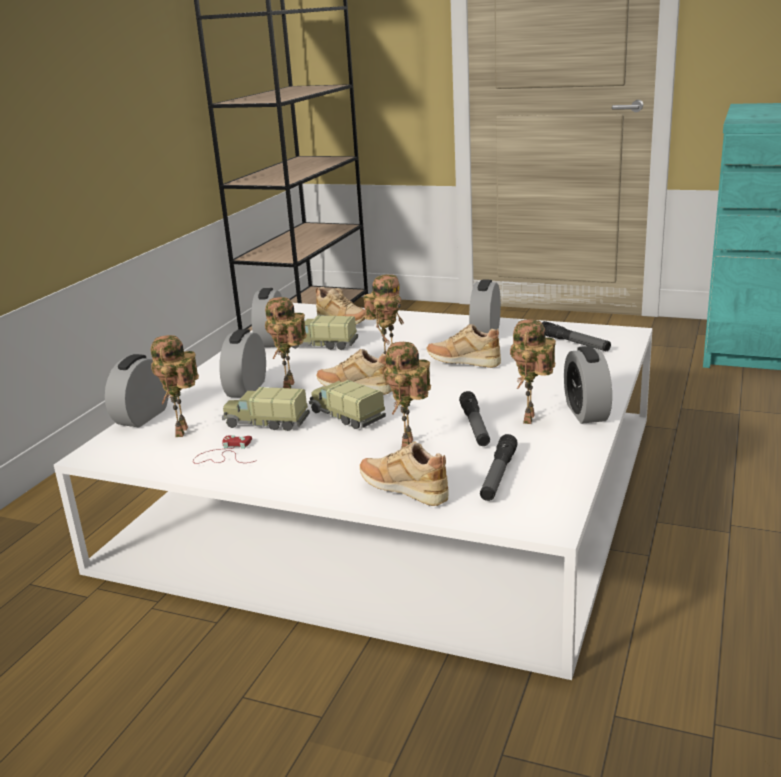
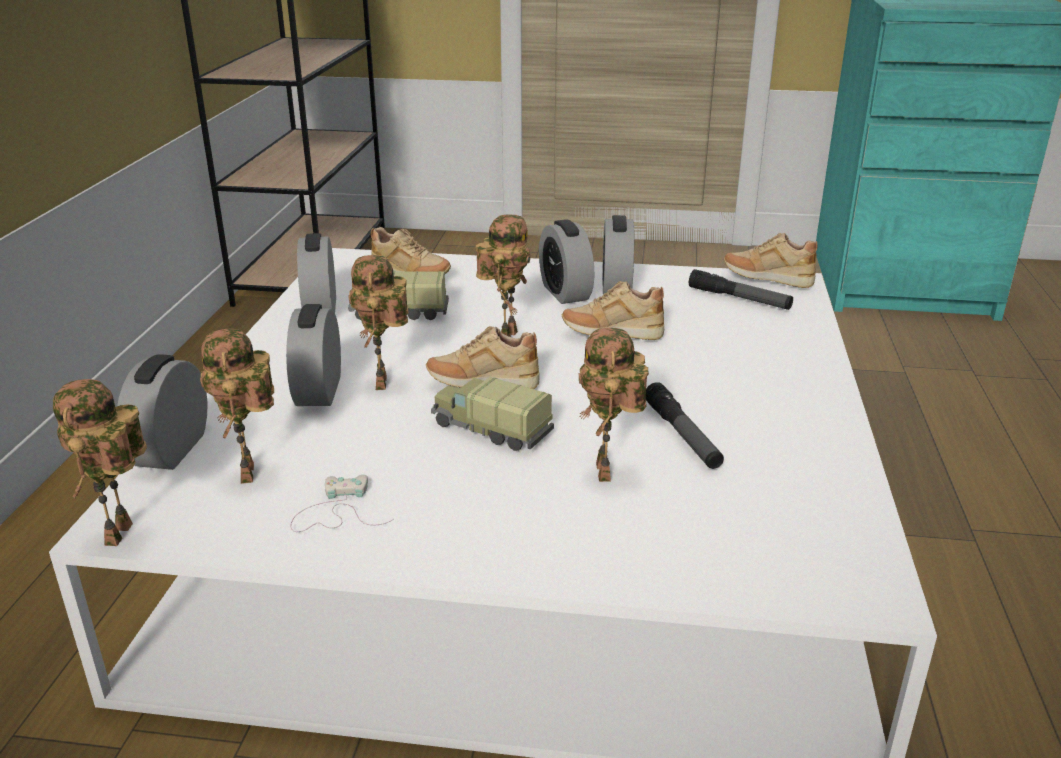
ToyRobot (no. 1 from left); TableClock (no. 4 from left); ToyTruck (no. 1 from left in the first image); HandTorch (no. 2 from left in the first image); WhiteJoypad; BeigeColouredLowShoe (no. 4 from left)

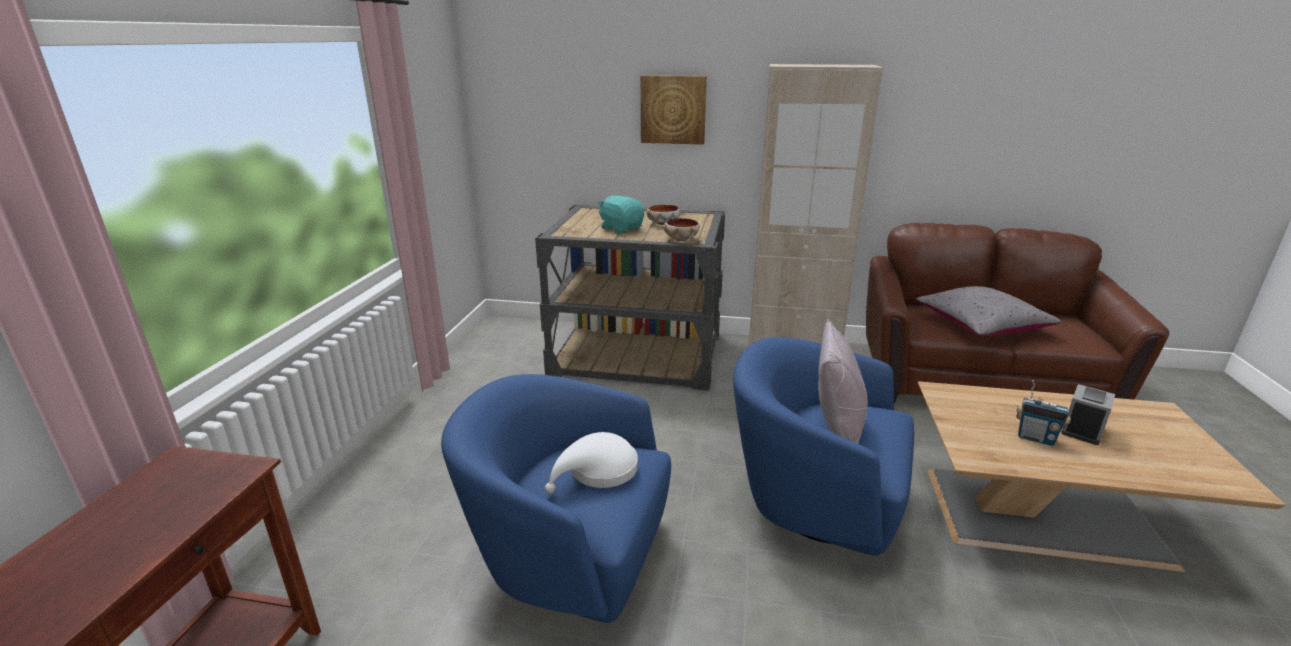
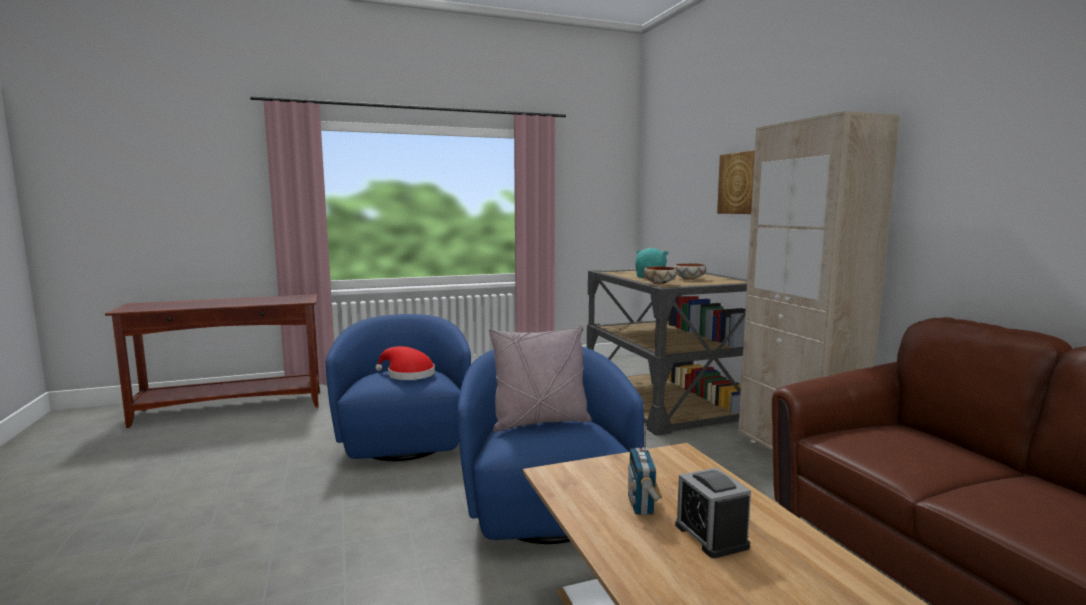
GreyishPillow; TableClock; ReddishHat

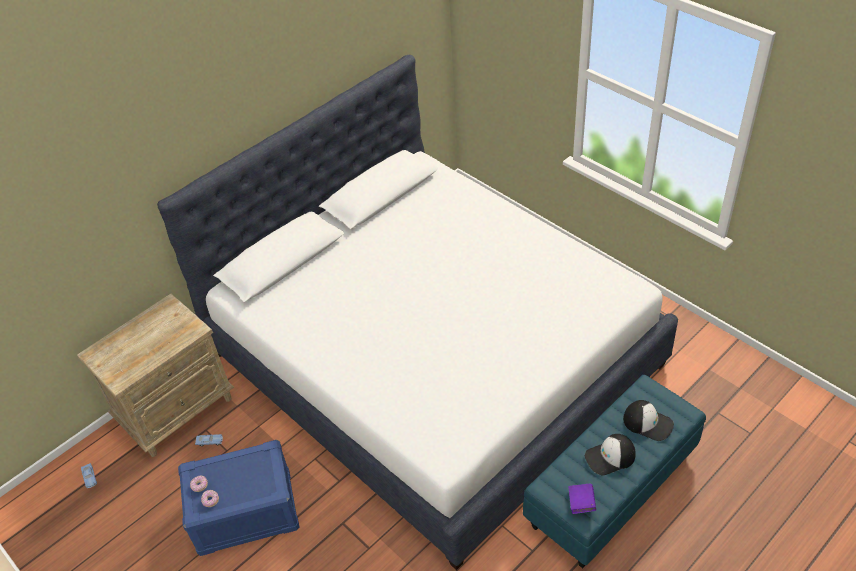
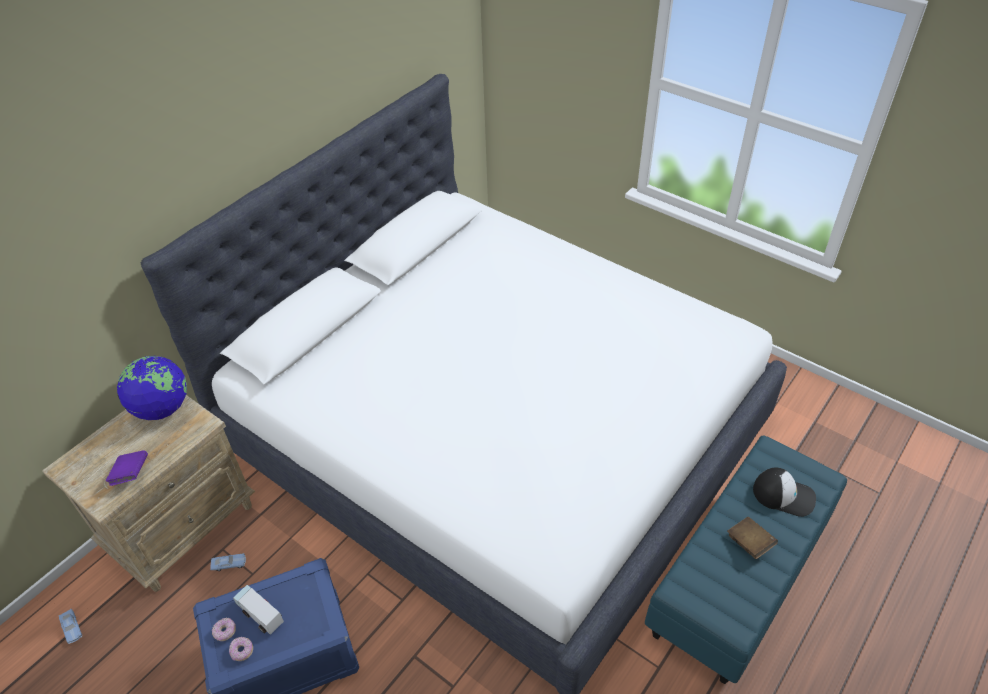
BrownishBook; PurpleColouredBook; WorldGlobe; ToyTruck

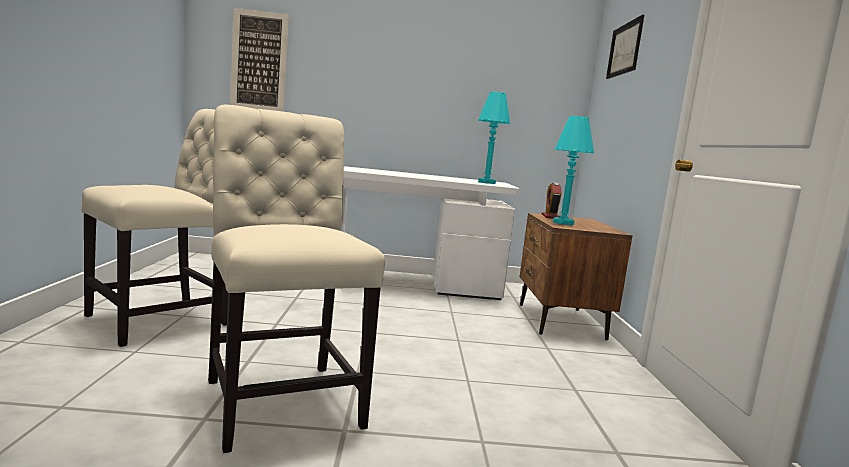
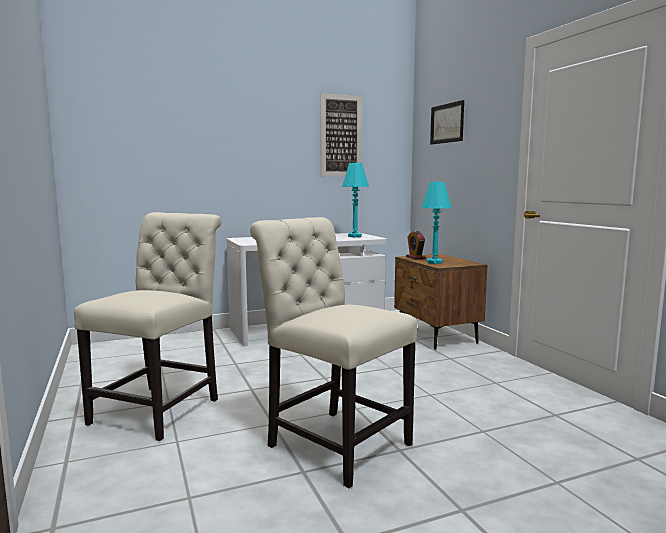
Picture (no. 1 from left)

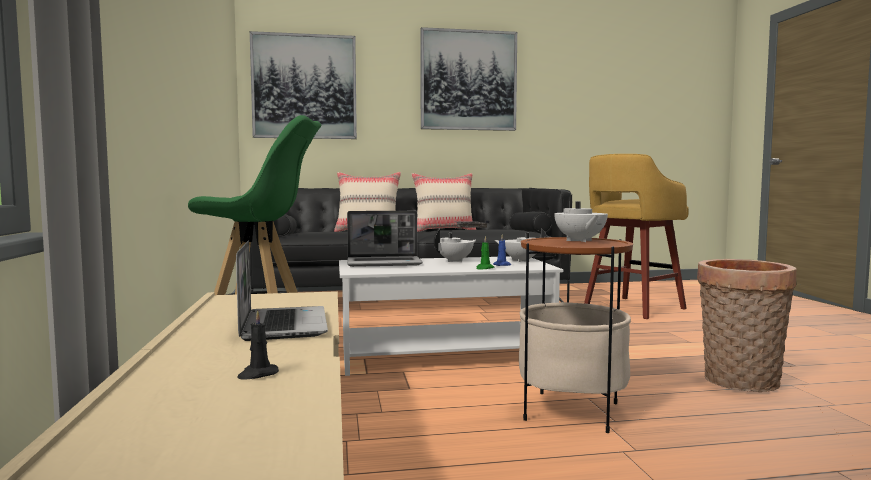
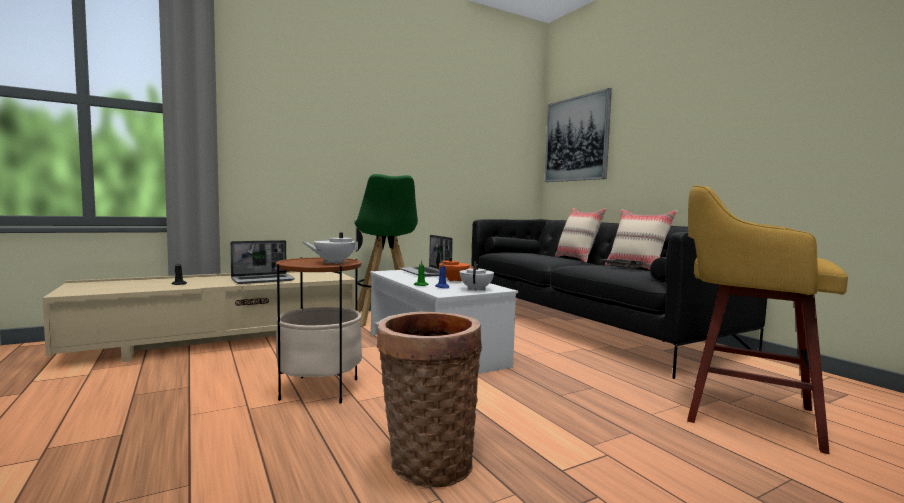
Picture (no. 2 from left in the first image); OrangeTeapot

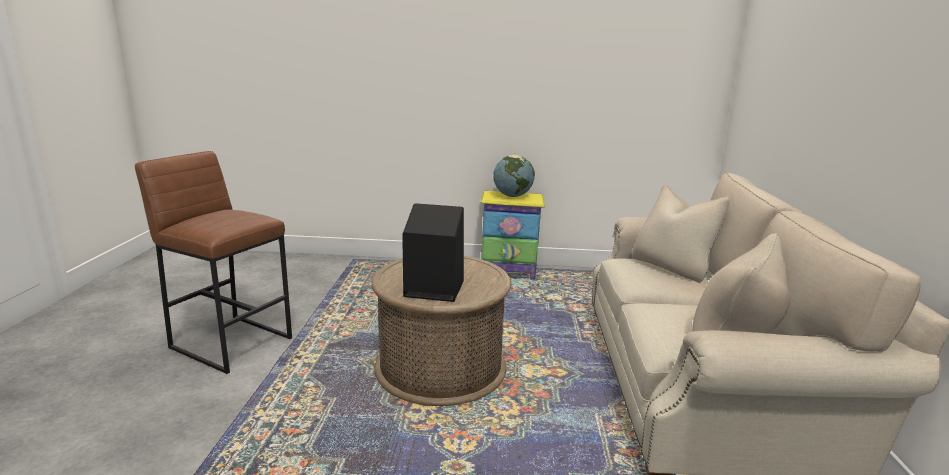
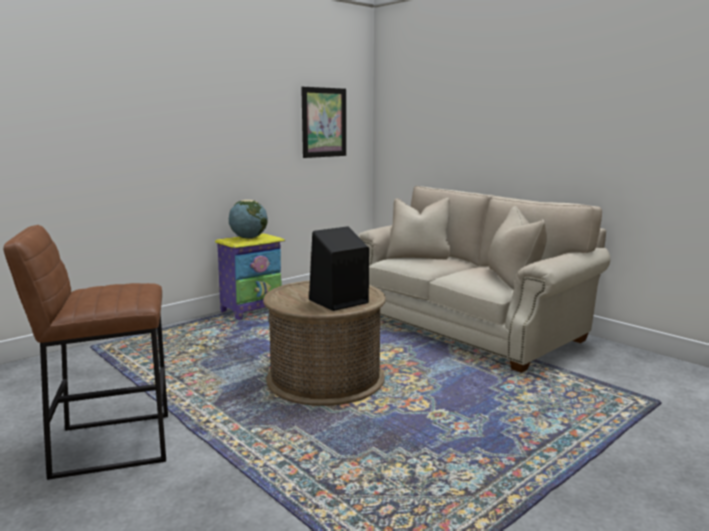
Picture

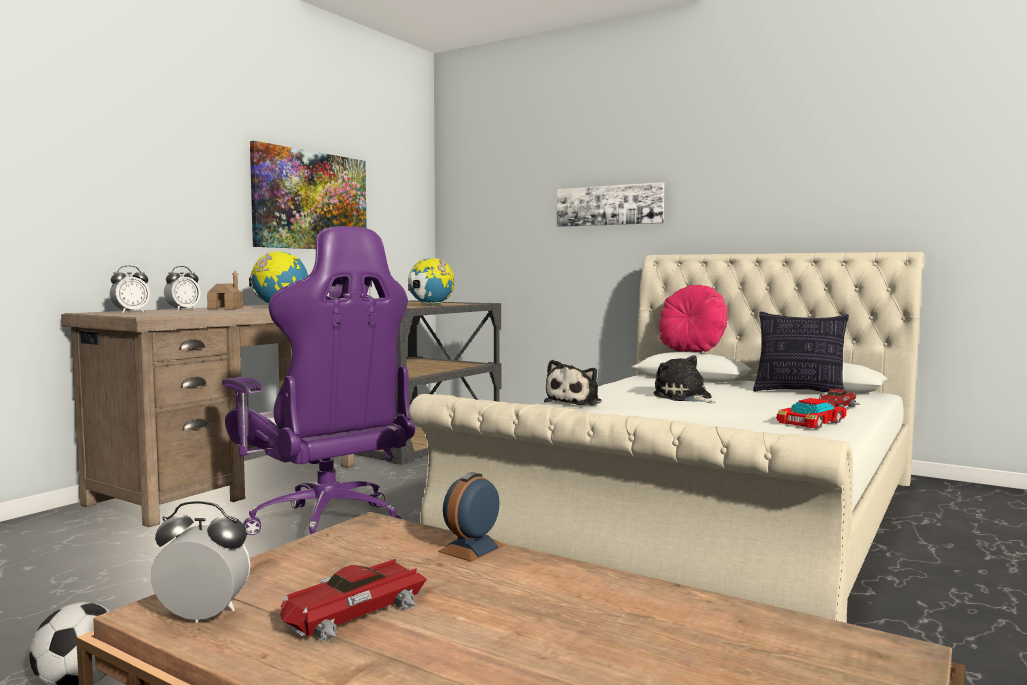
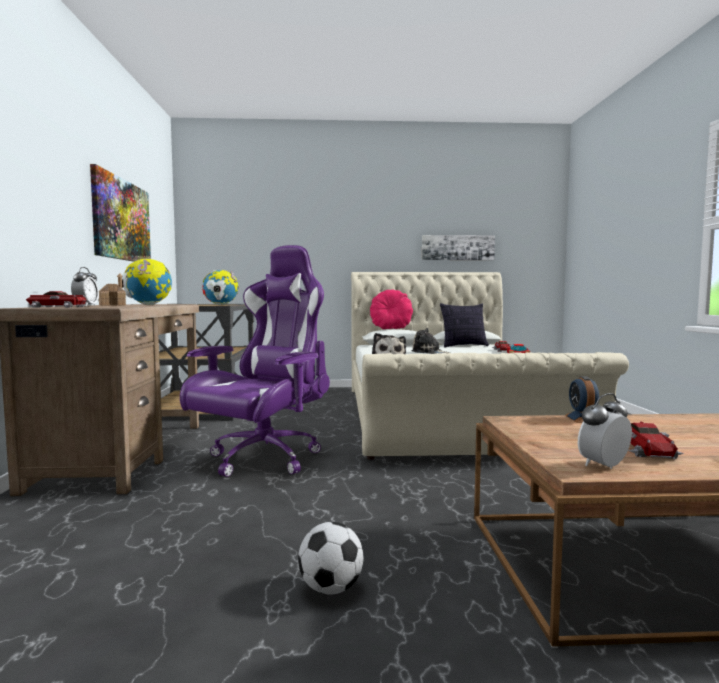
Picture (no. 2 from left); PurpleColouredDeskChair; ToyCar (no. 1 from left)

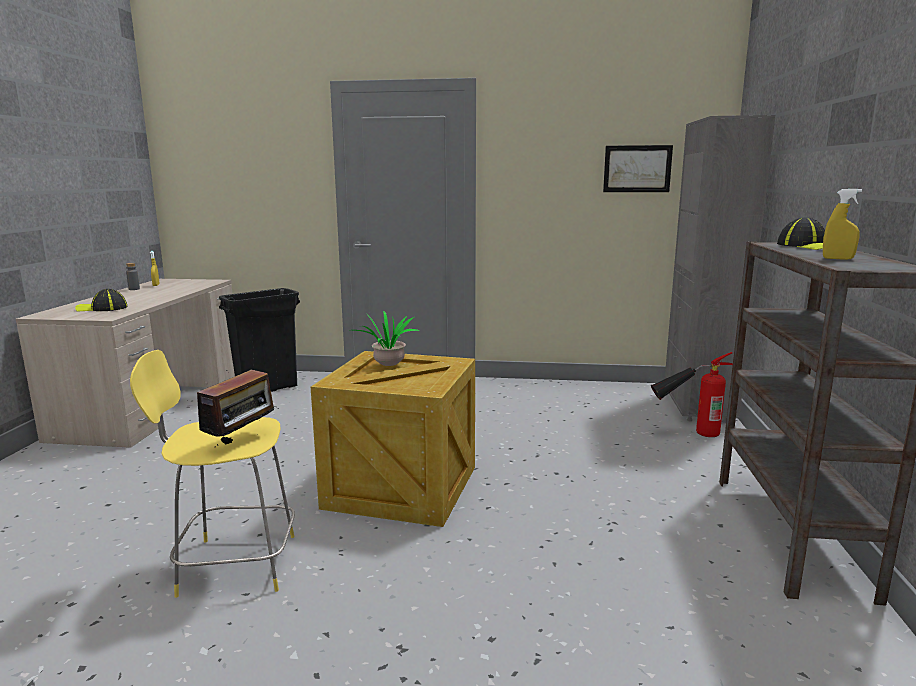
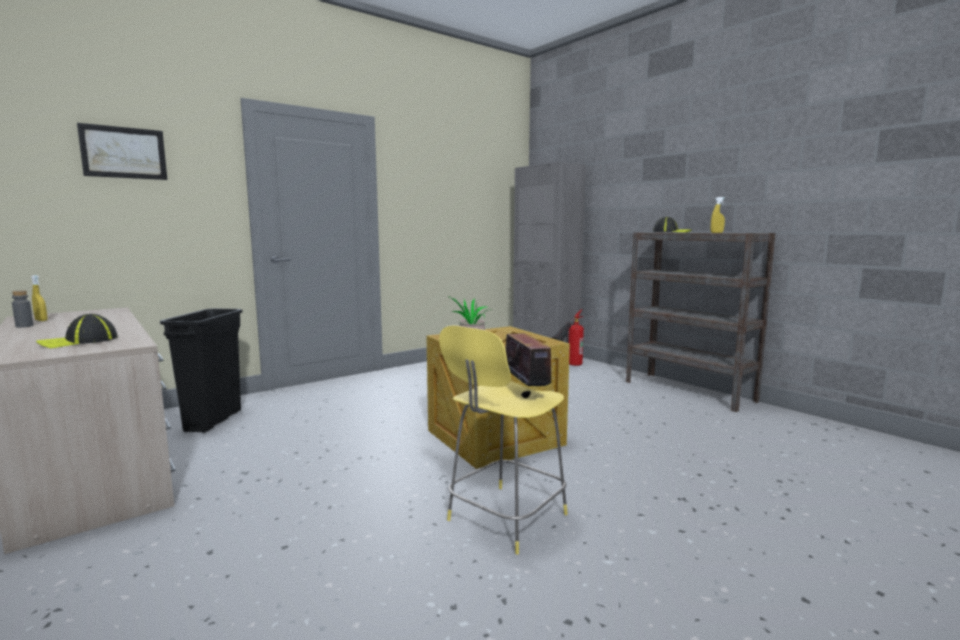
Picture

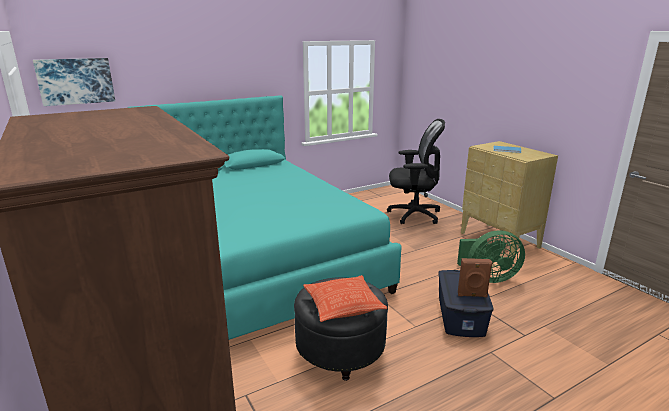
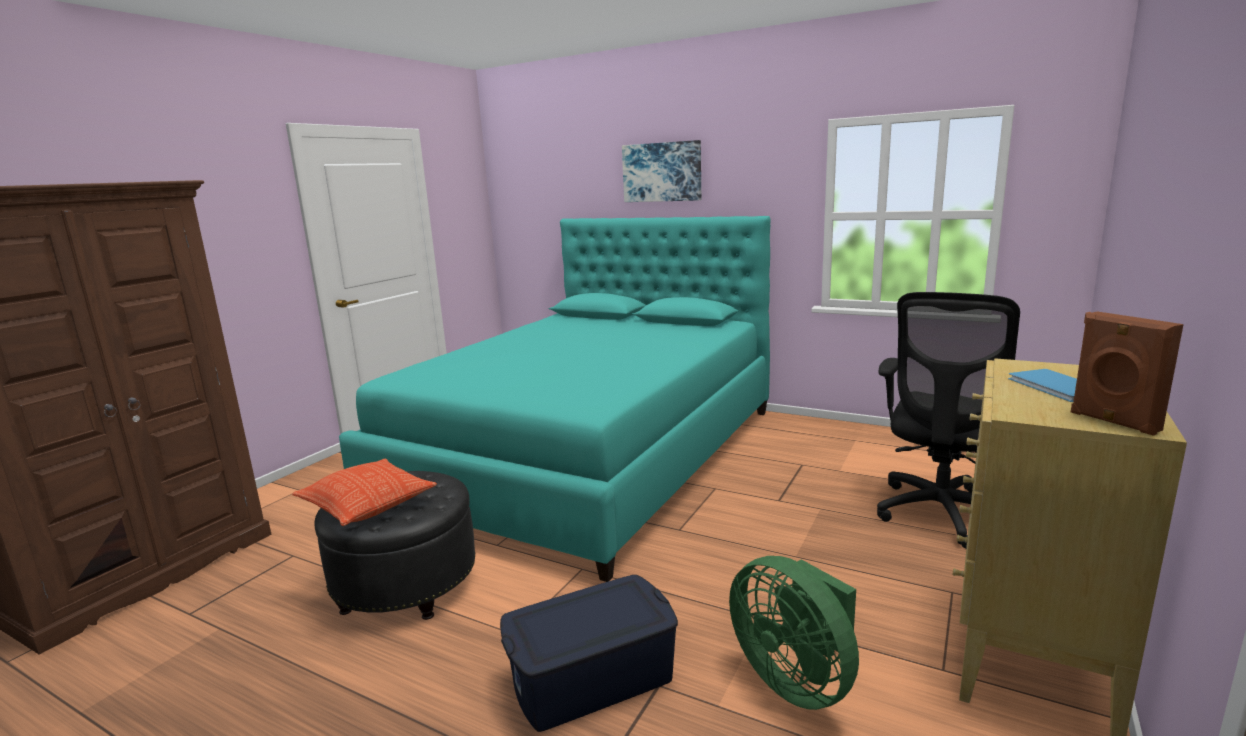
Picture; BlackColouredDeskChair; BrownishSpeaker

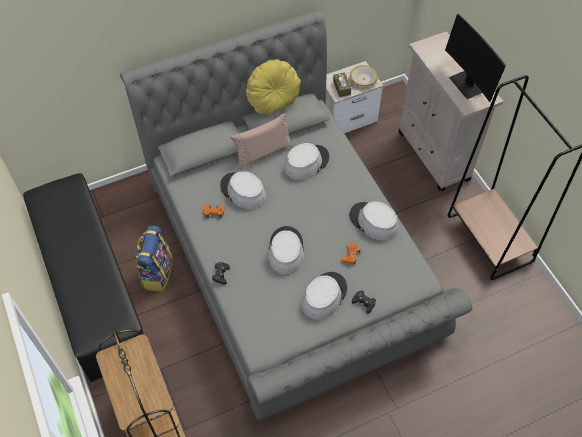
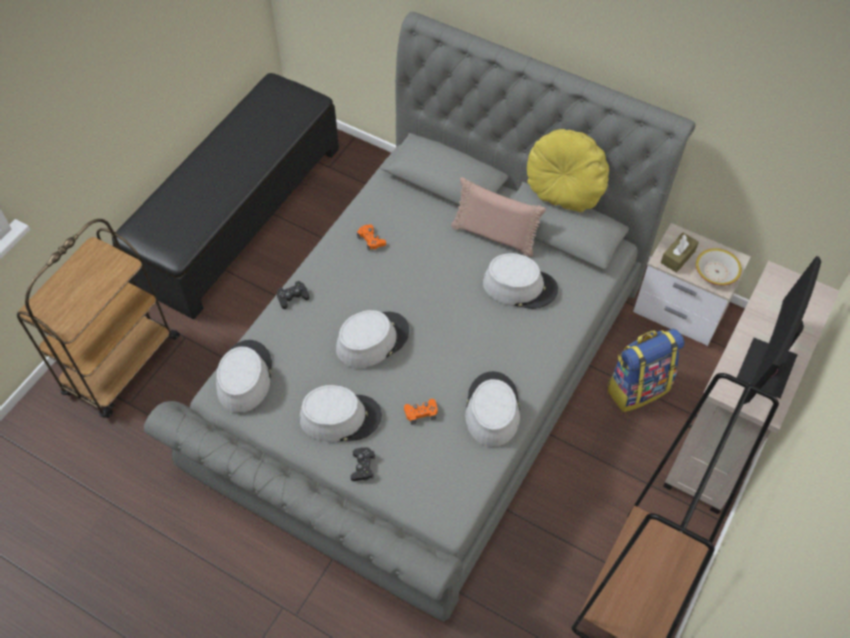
GreyishHat (no. 1 from left); Backpack

